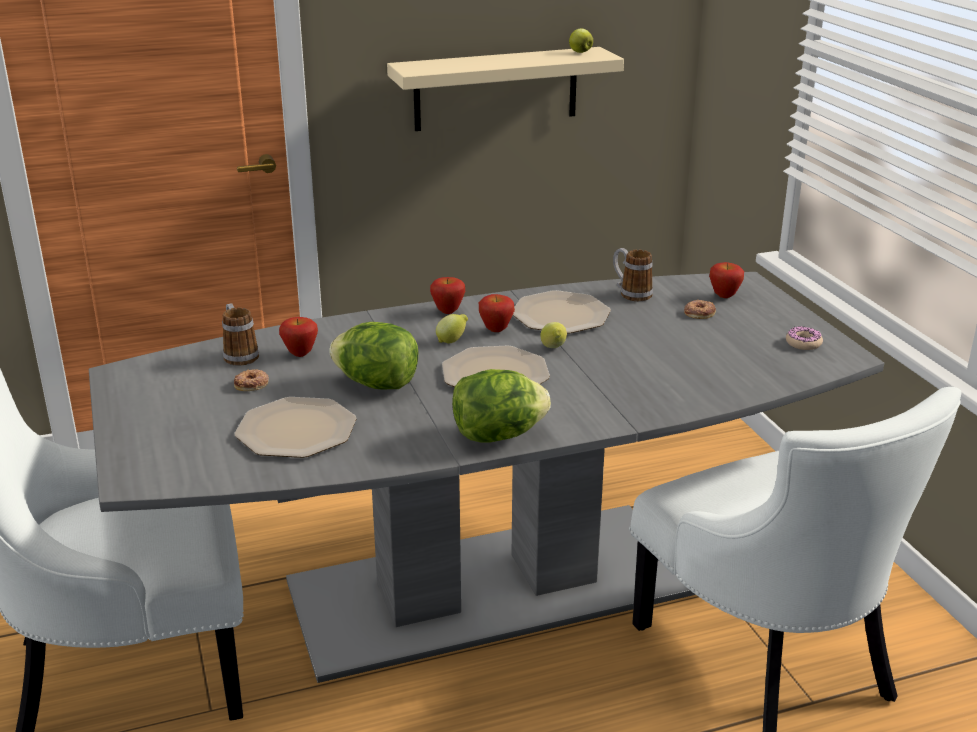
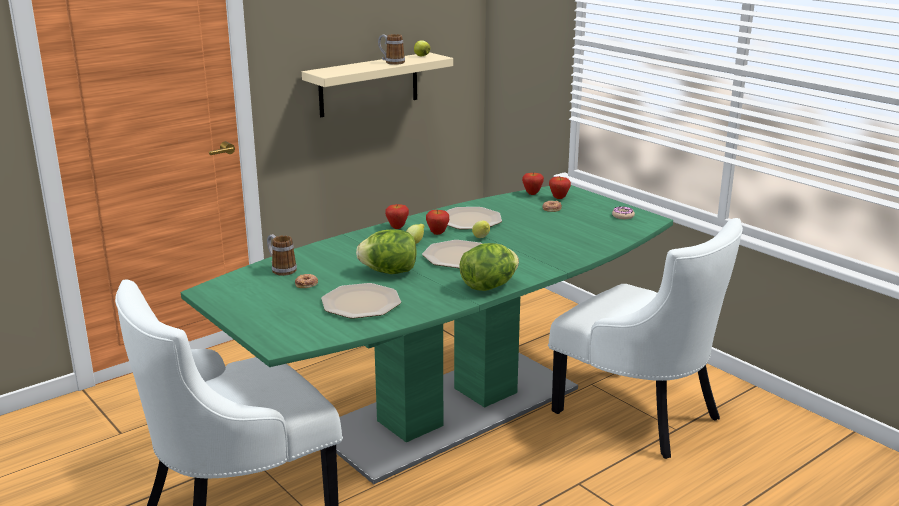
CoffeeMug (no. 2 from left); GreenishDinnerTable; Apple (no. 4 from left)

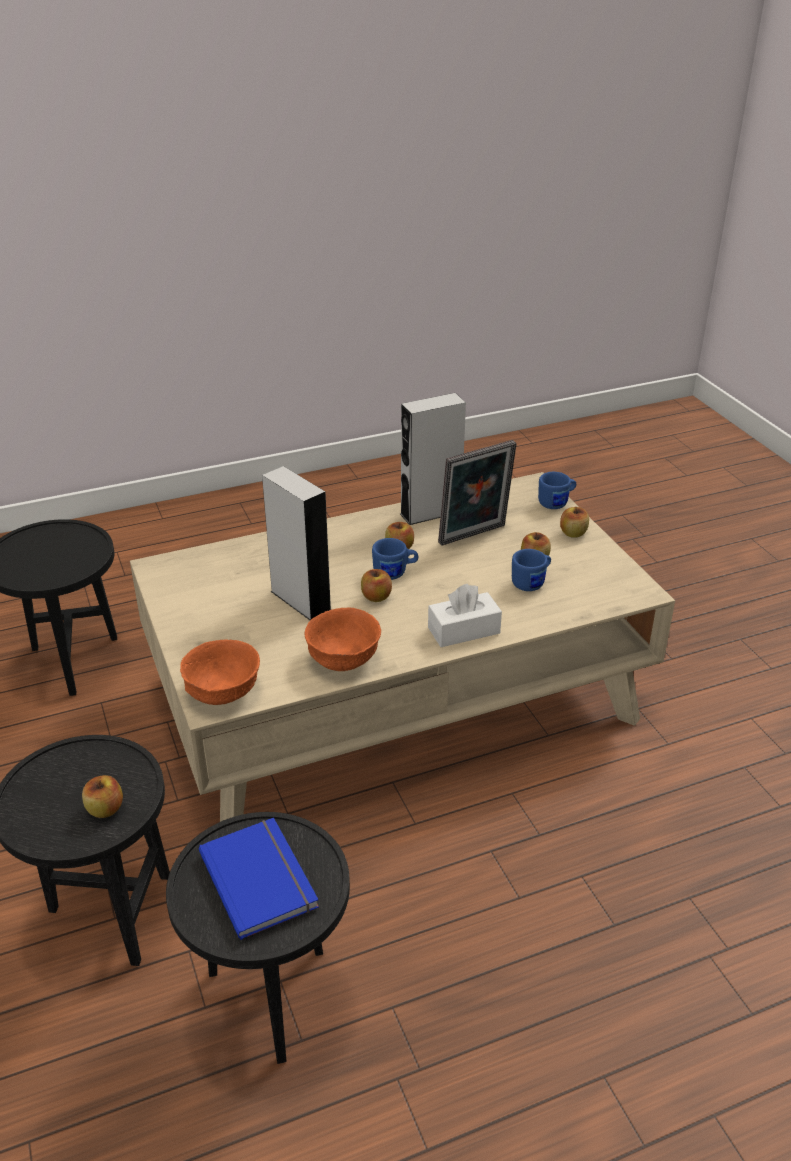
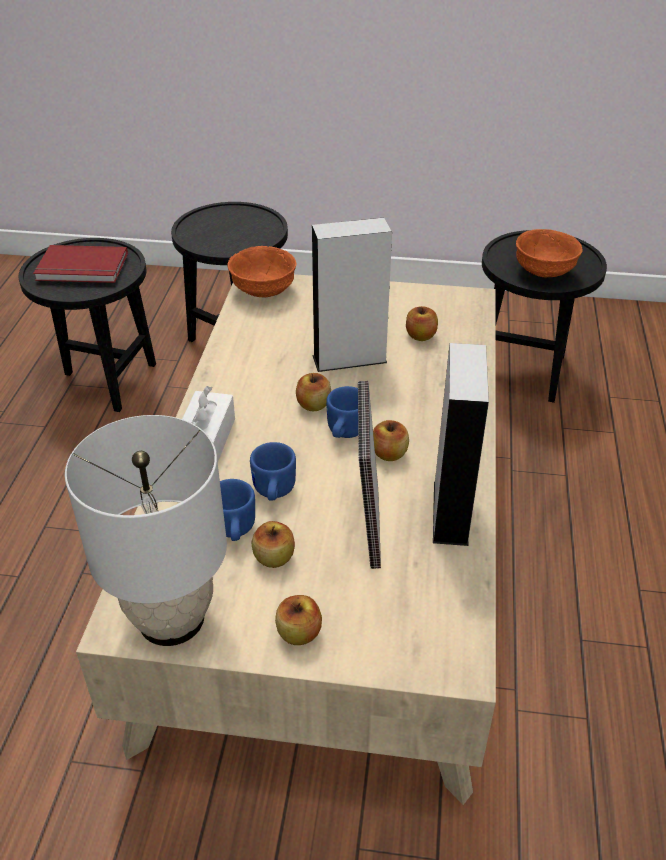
BlueColouredCoffeeMug (no. 2 from left); OrangeDeepDish (no. 2 from left); Apple (no. 5 from left); ReddishBook; WhiteTableLamp

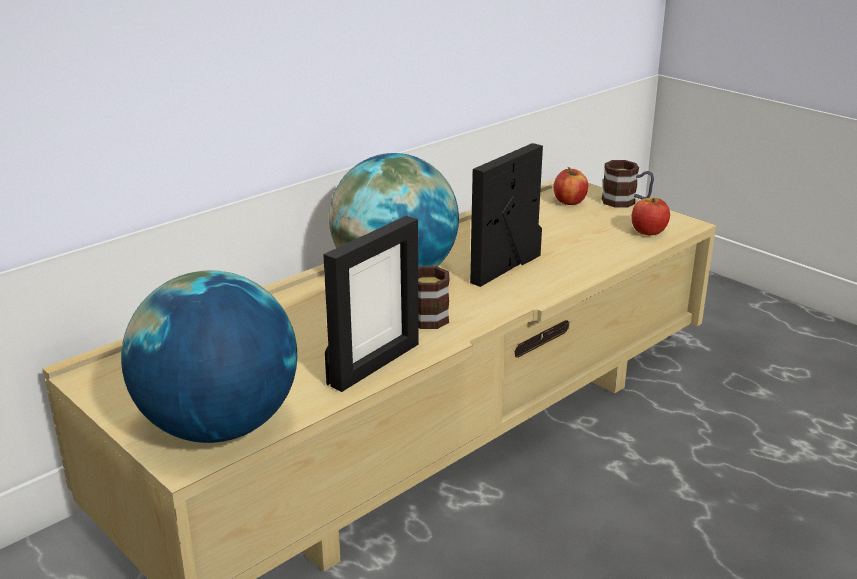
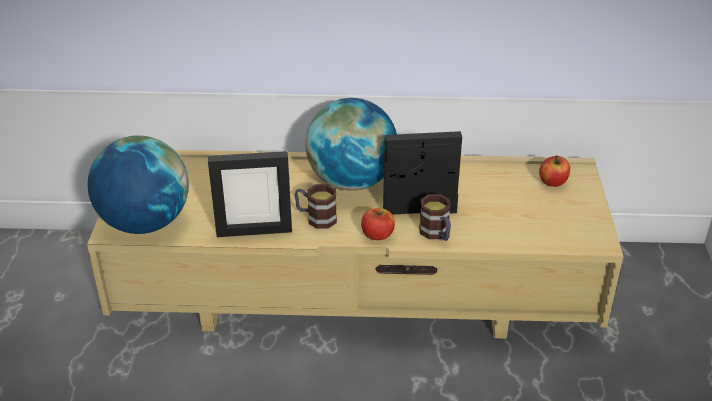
CoffeeMug (no. 2 from left); Apple (no. 1 from left)

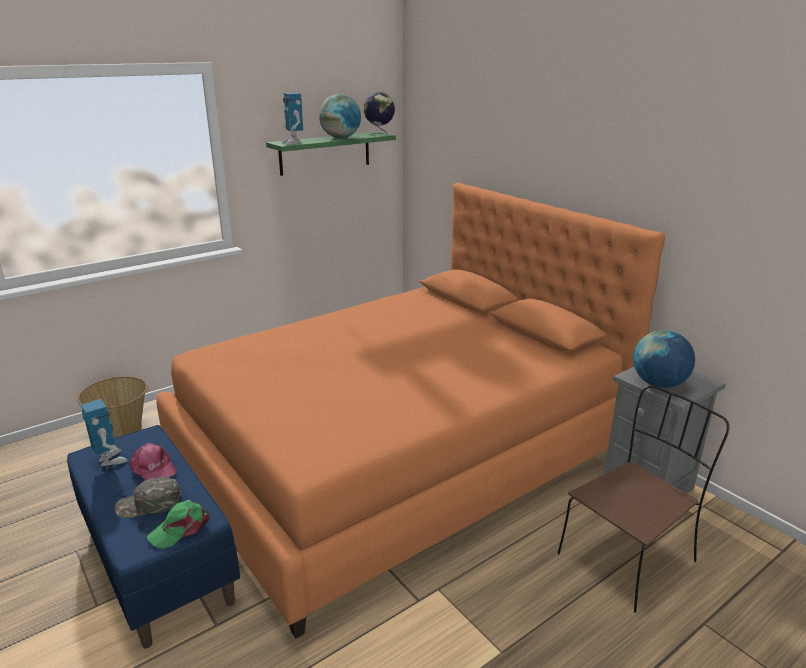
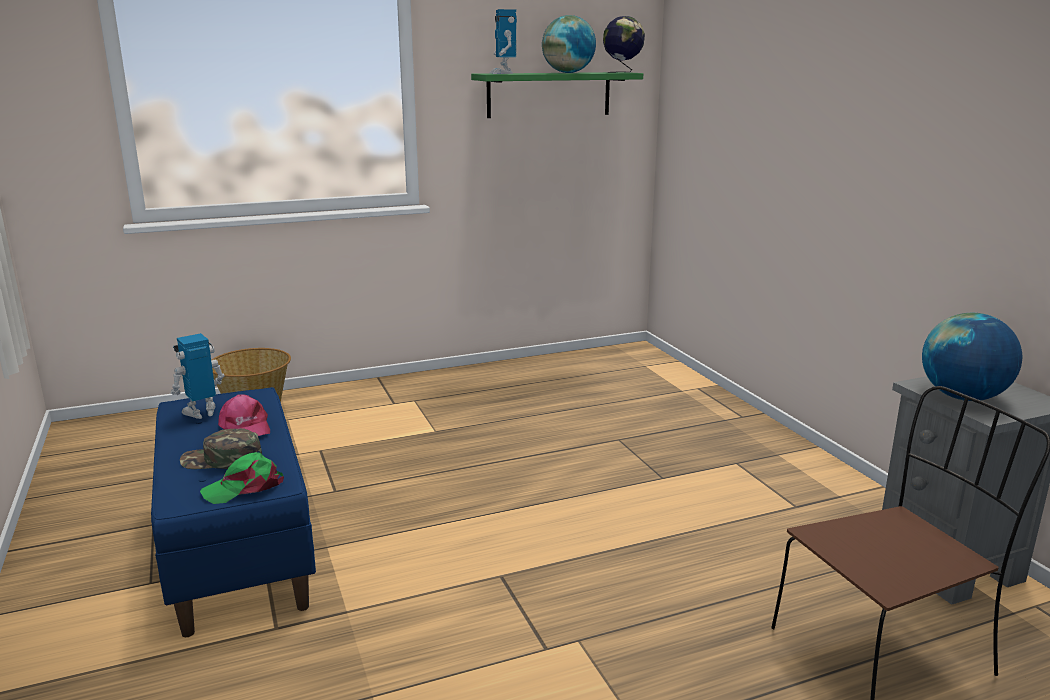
OrangeBedroomBed; ToyRobot (no. 1 from left)

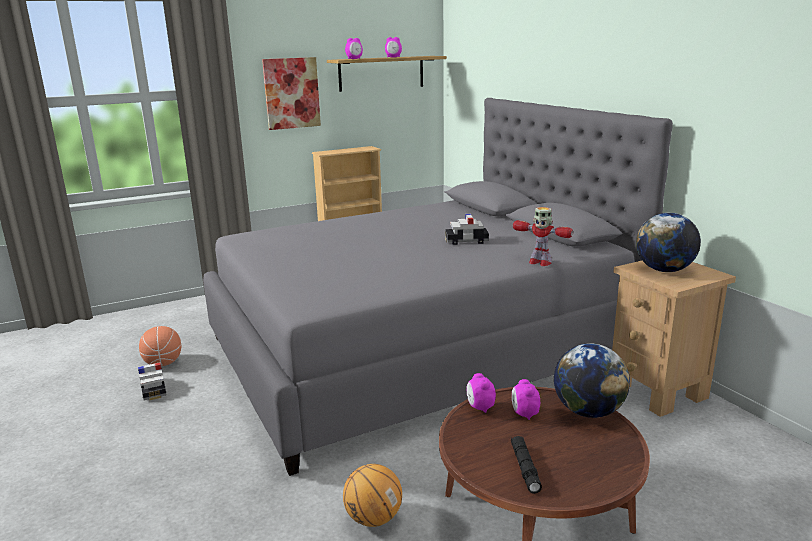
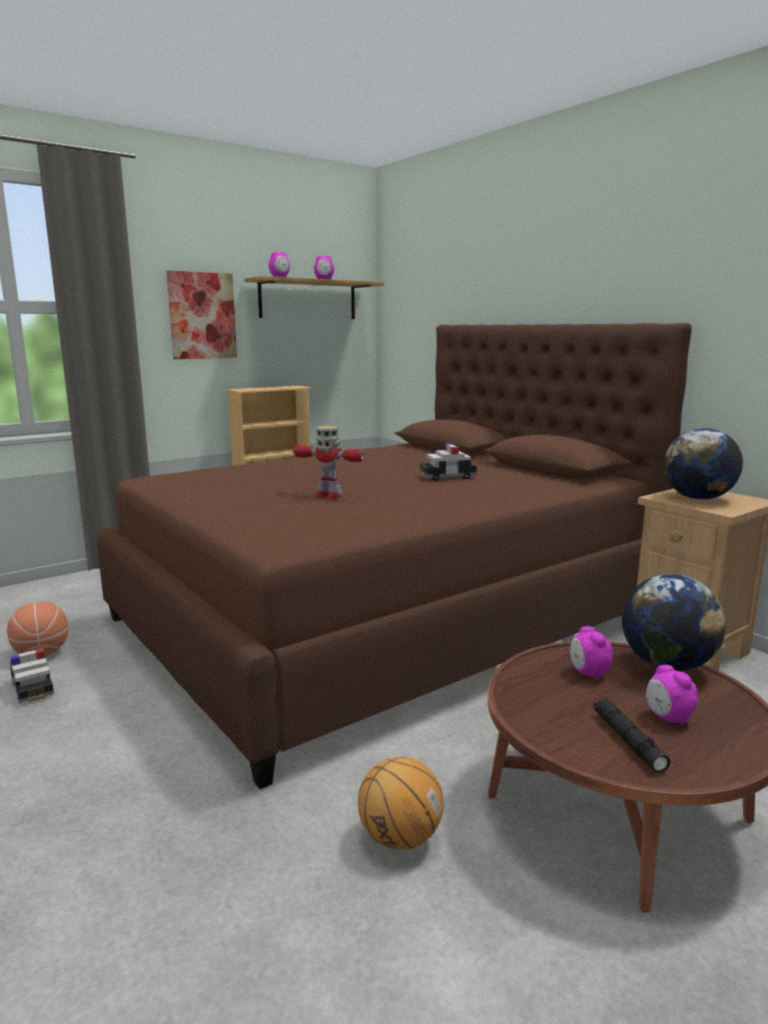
BrownishBedroomBed; ToyRobot; TableClock (no. 4 from left)

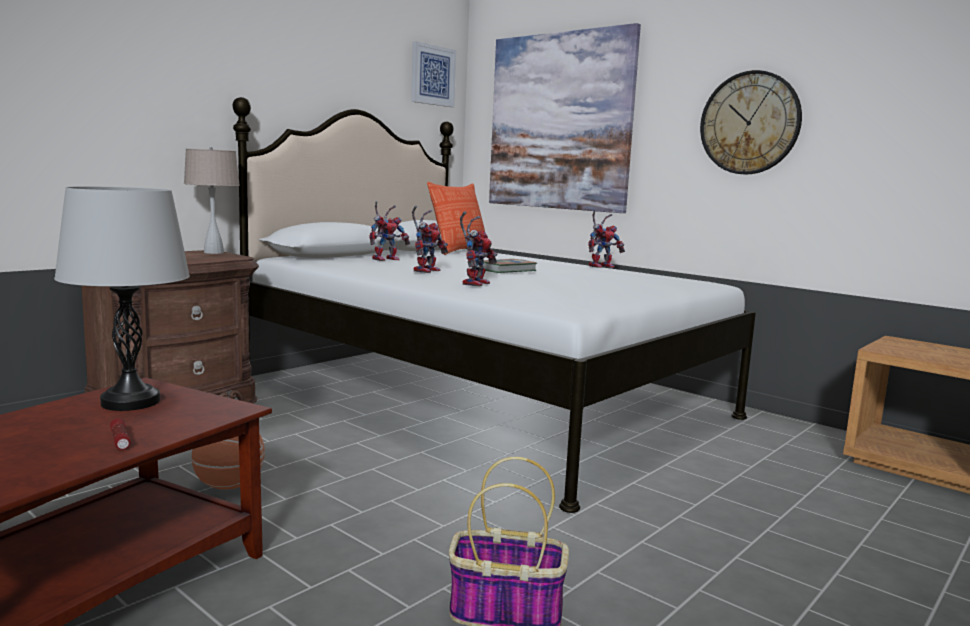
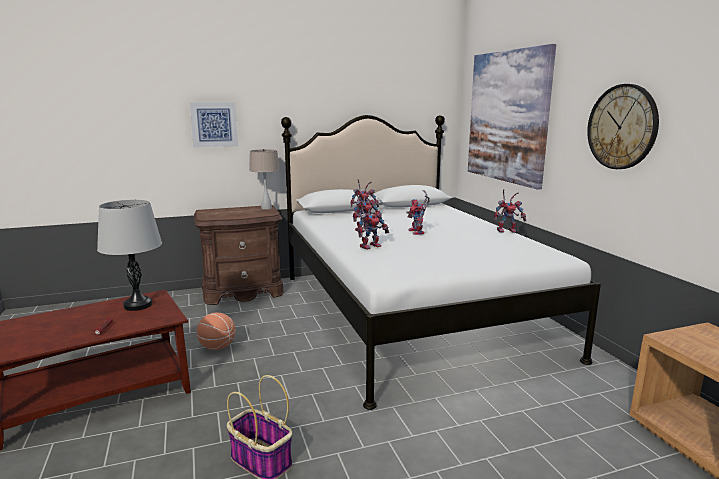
Picture (no. 1 from left); OrangePillow; ToyRobot (no. 4 from left)

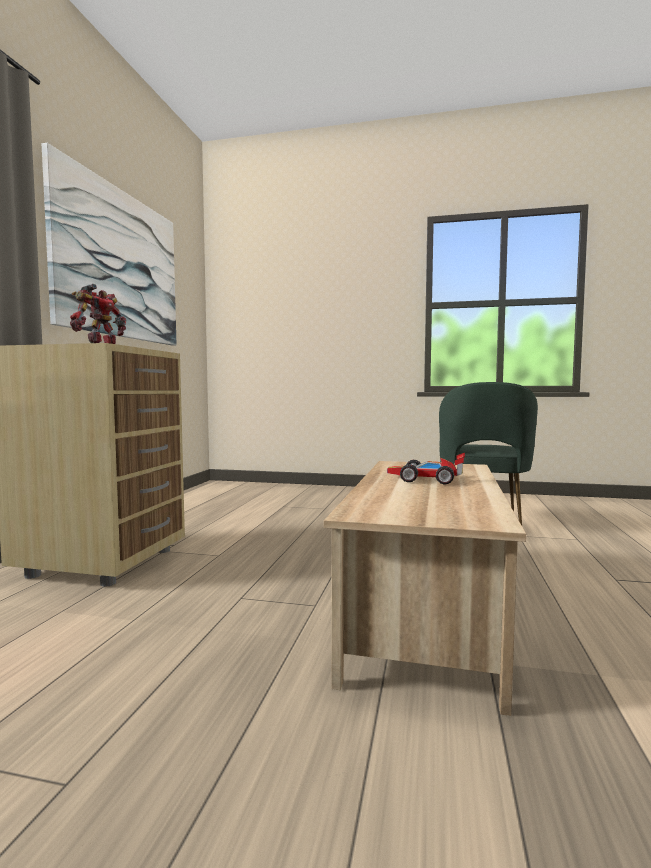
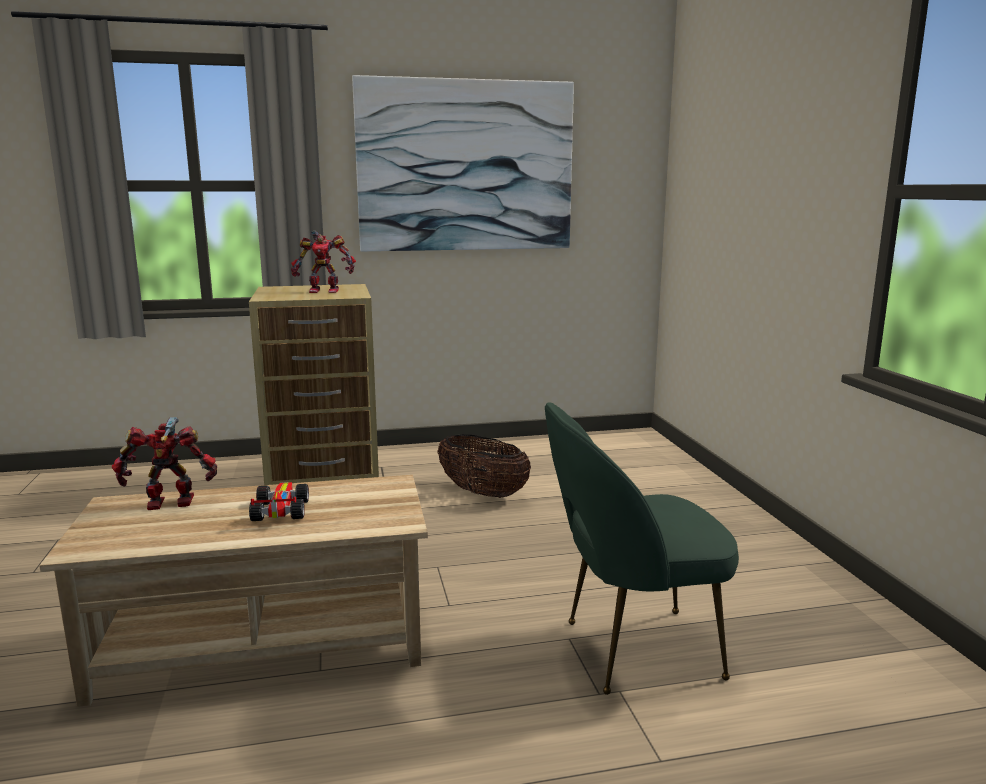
ToyRobot (no. 1 from left); Basket

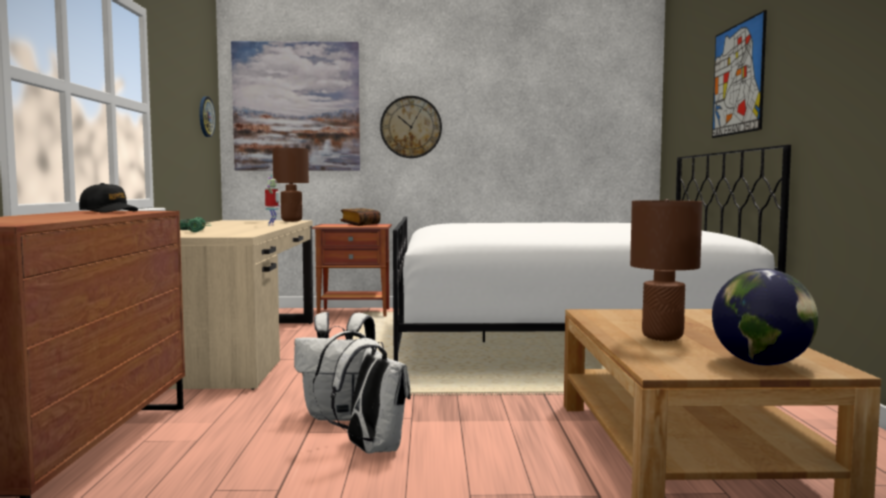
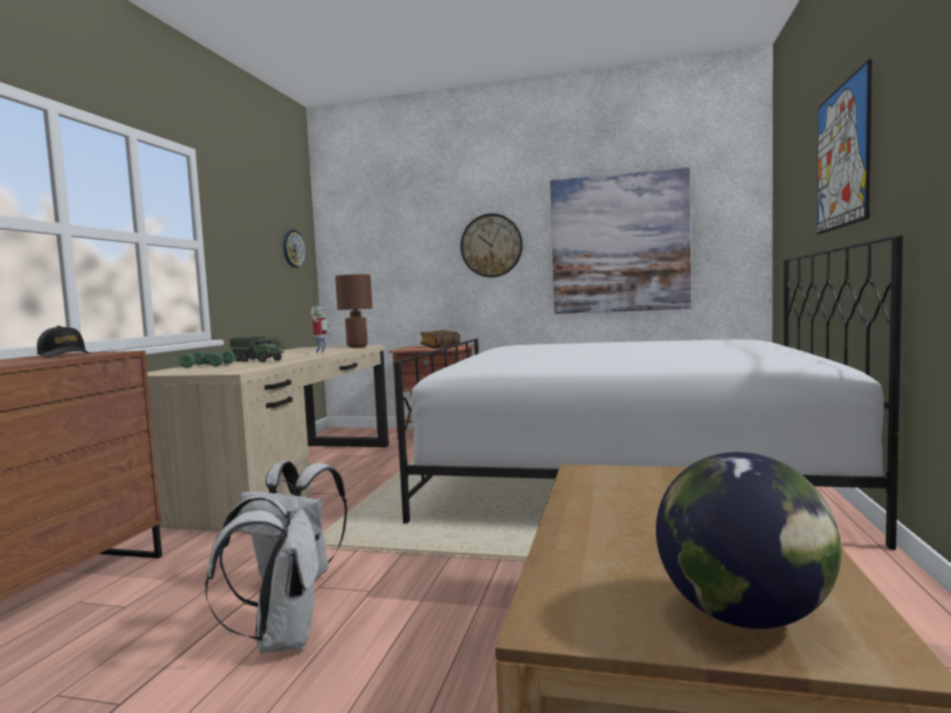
Picture (no. 1 from left); BrownishTableLamp (no. 2 from left in the first image); ToyTruck

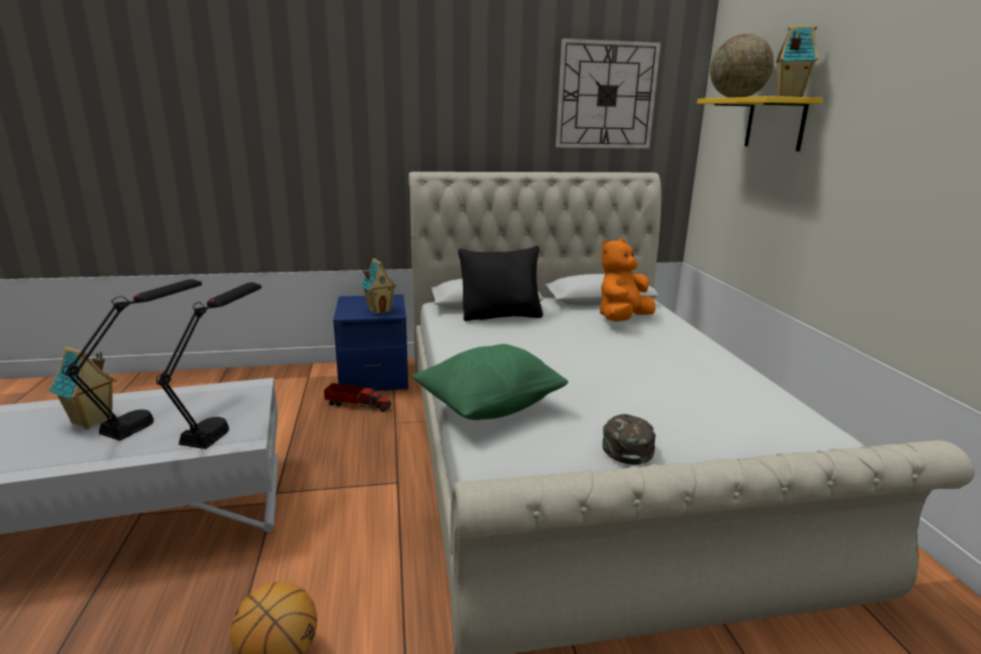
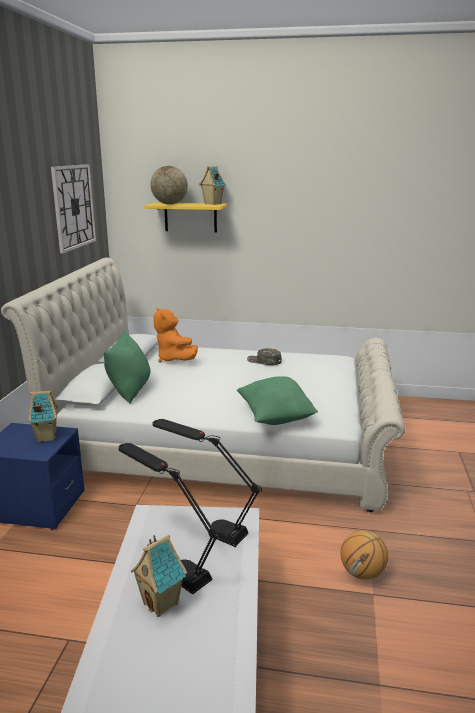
GreenishPillow (no. 1 from left); ToyTruck; GreenishBaseballCap

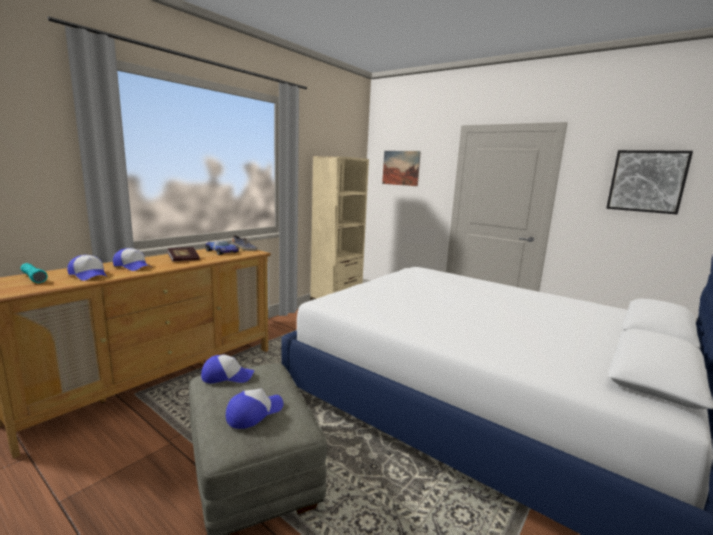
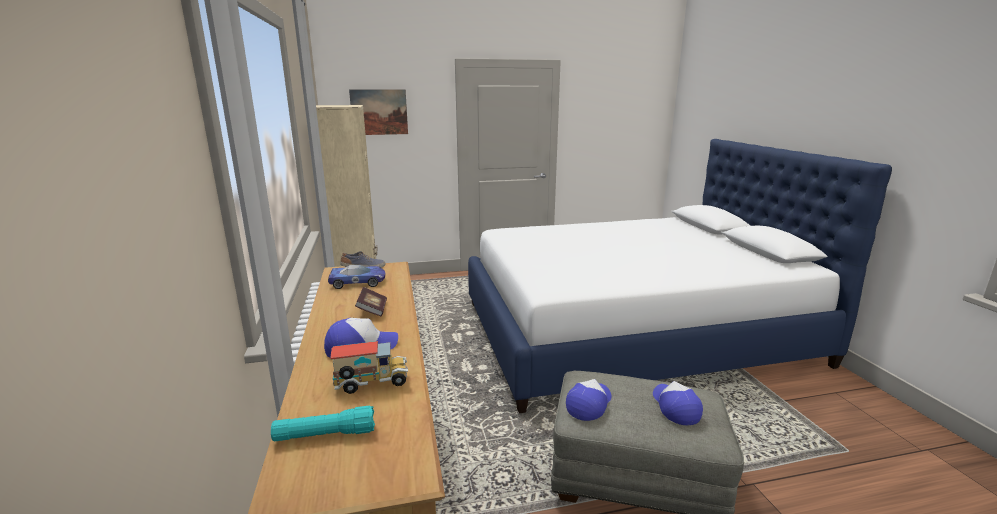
Picture (no. 2 from left in the first image); ToyTruck

